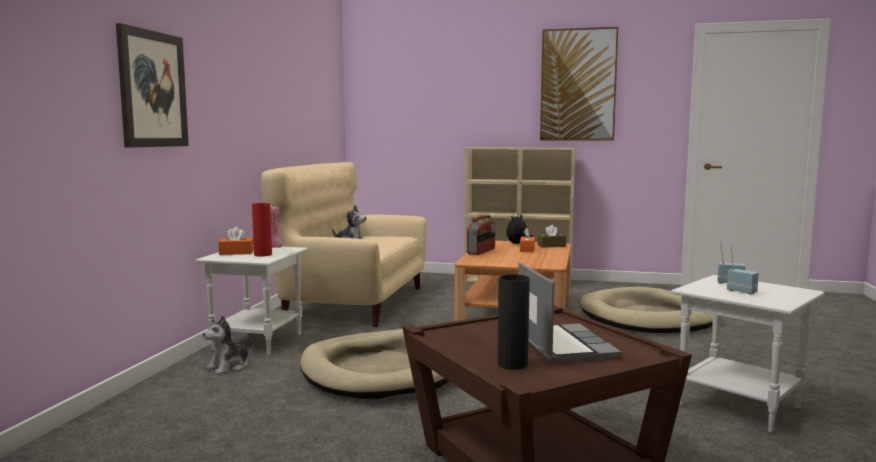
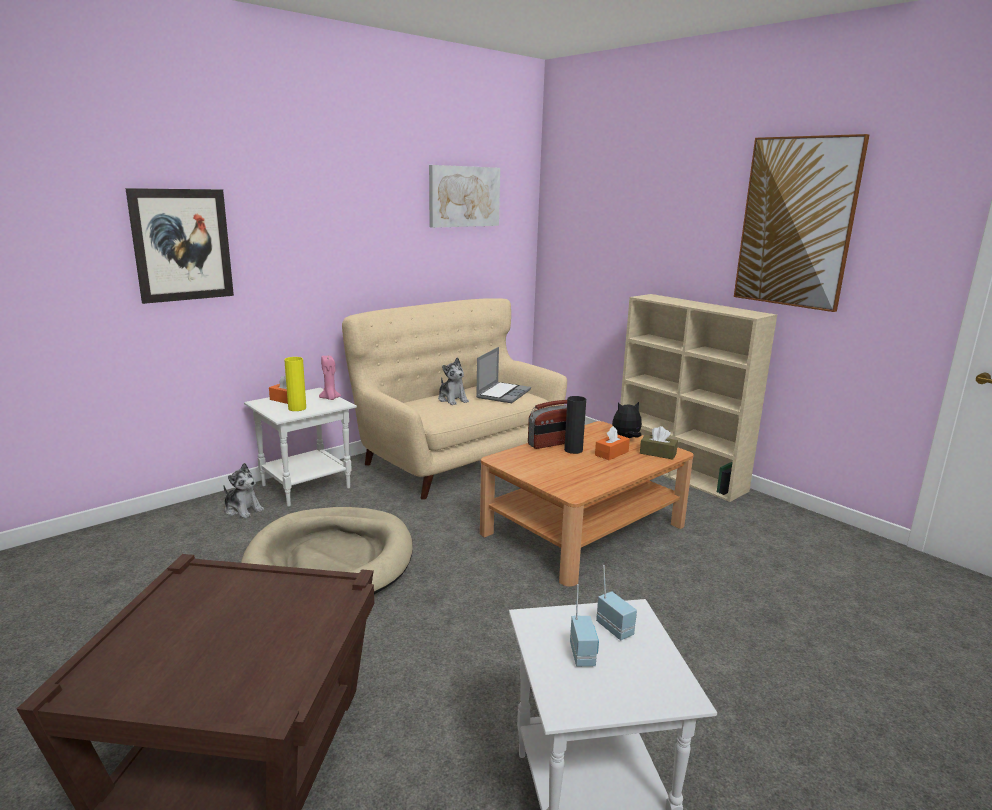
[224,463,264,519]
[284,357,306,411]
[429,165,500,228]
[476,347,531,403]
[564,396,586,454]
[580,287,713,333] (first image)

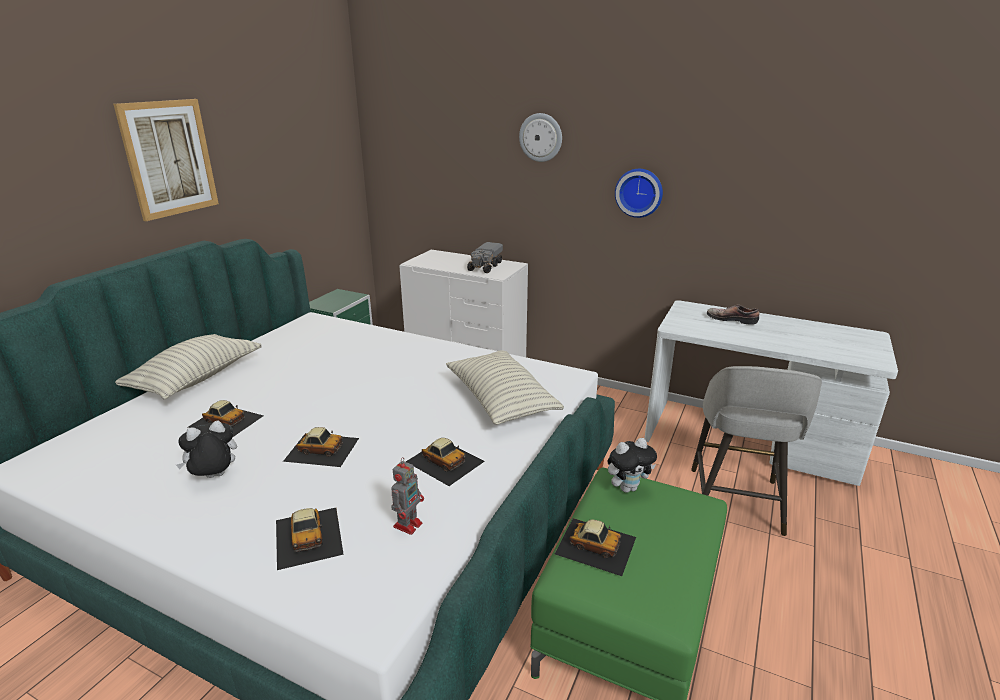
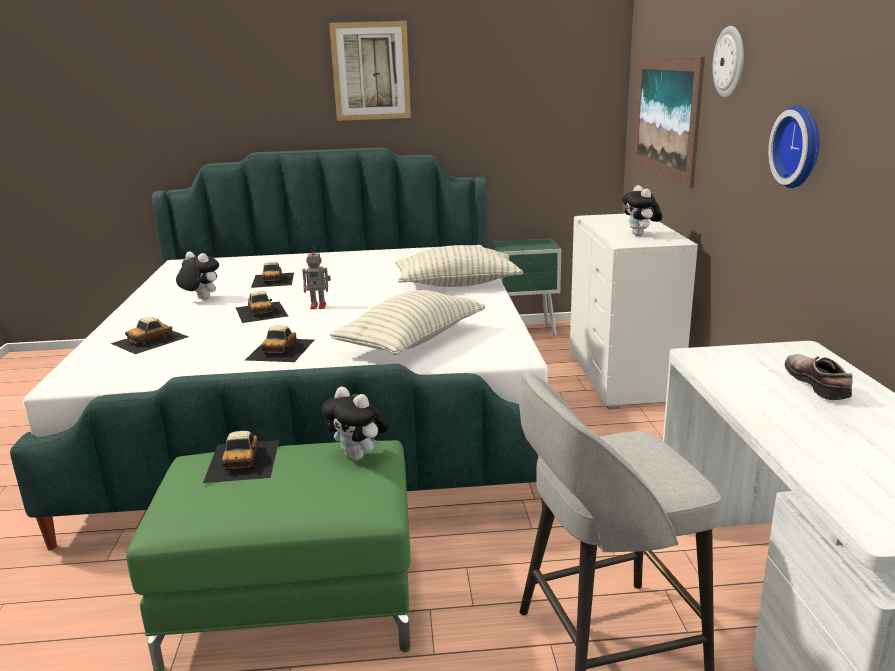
[302,247,331,309]
[395,245,523,287]
[622,185,662,236]
[633,57,705,188]

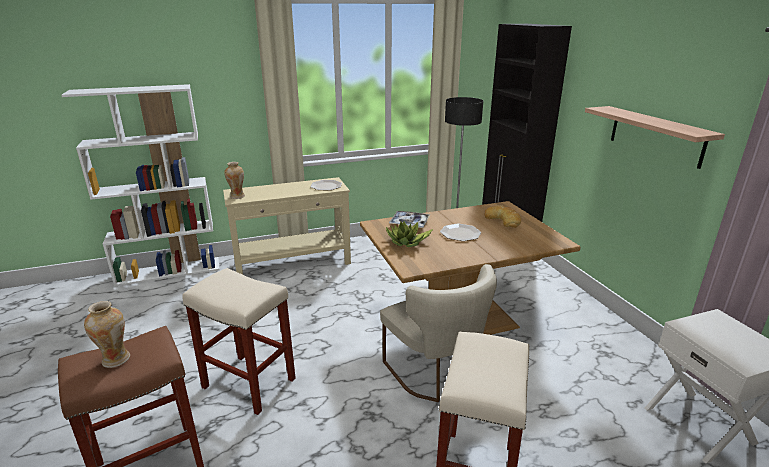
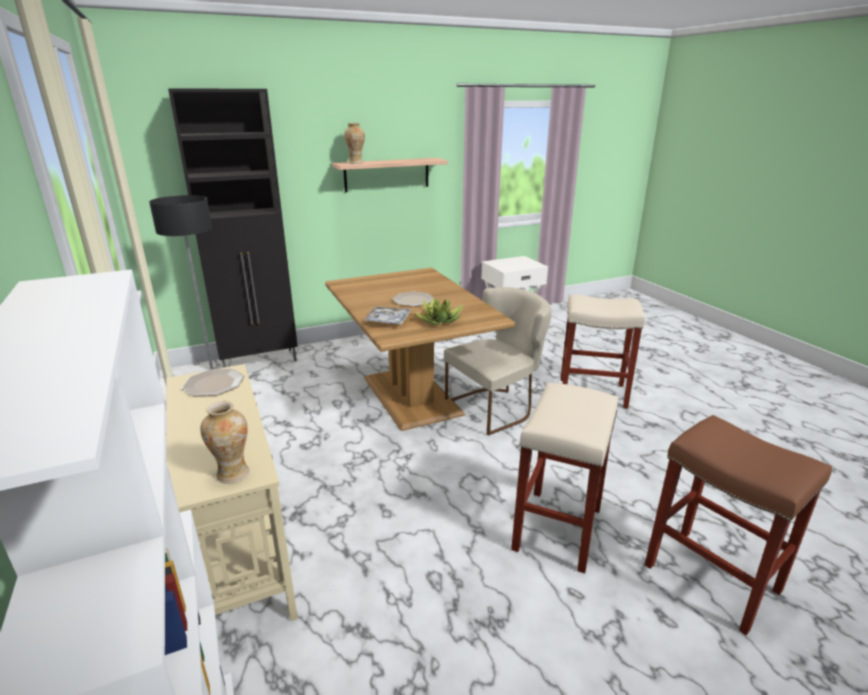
[344,123,365,164]
[484,205,521,228] (first image)

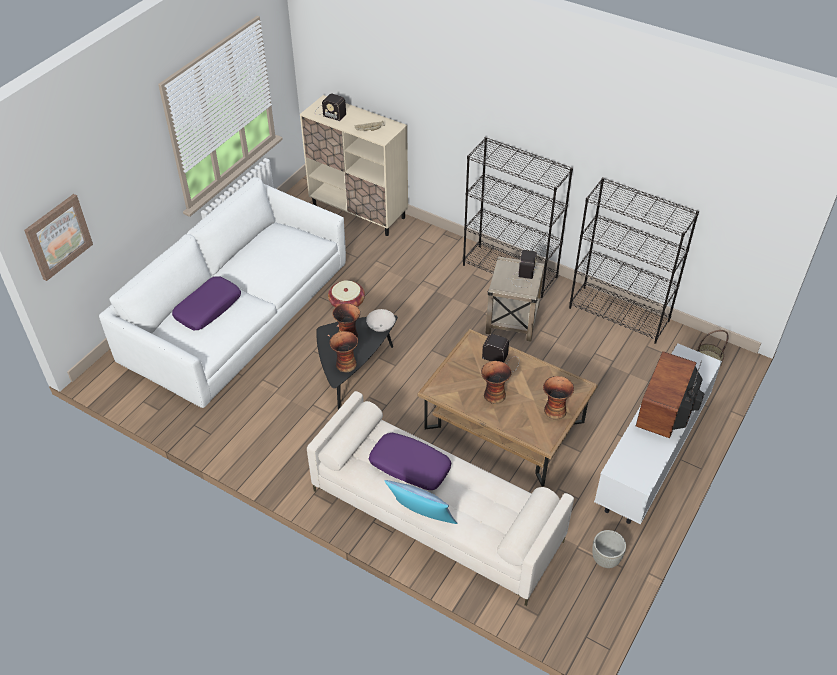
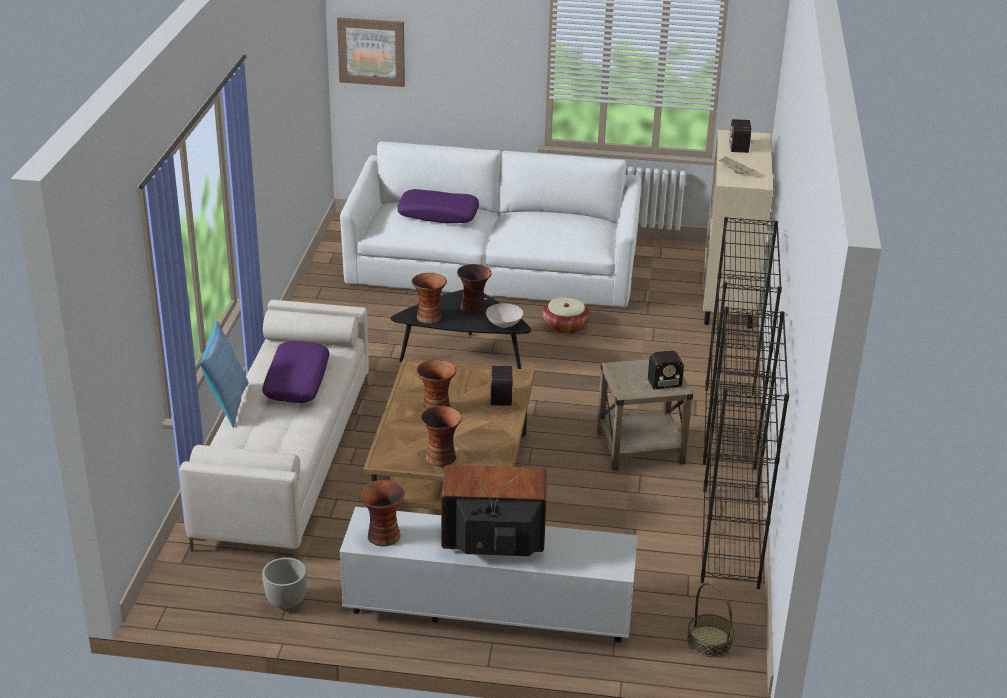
[360,480,405,547]

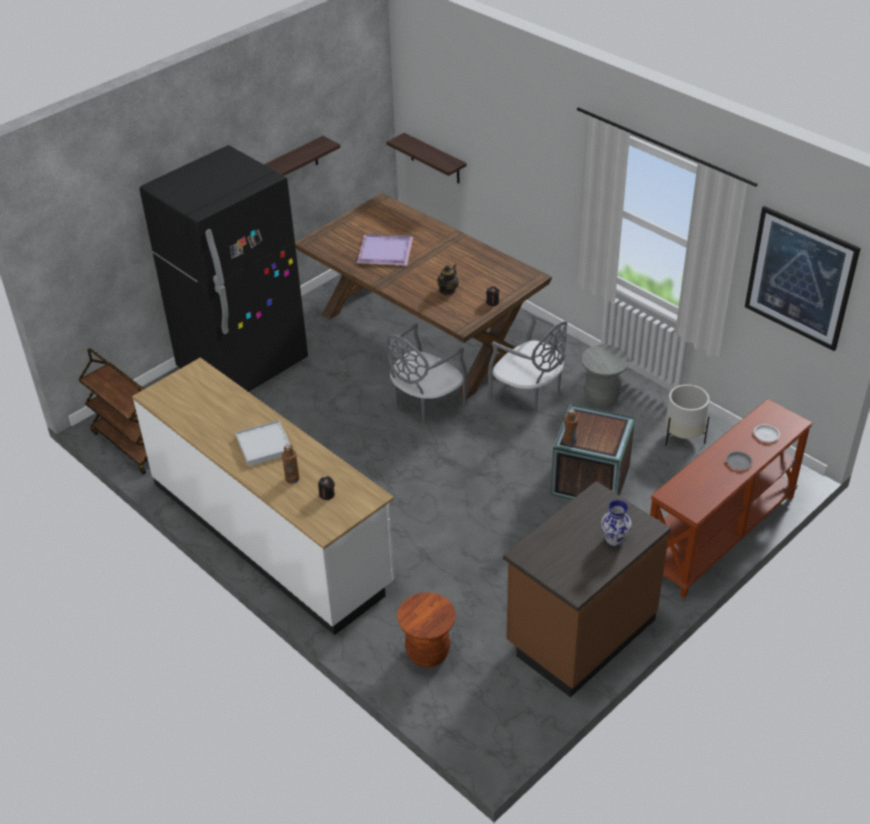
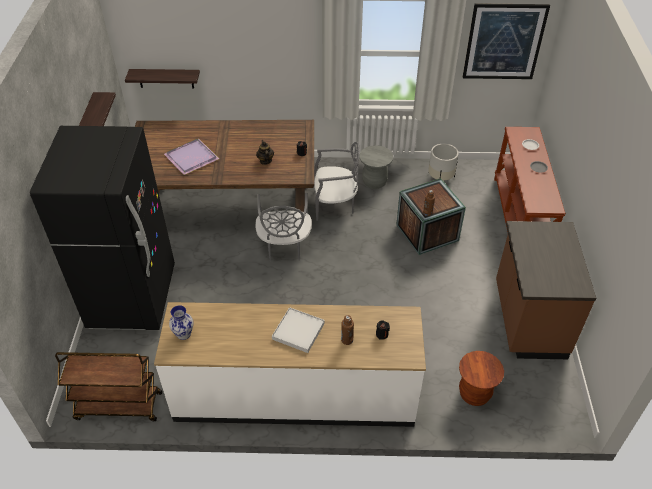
[169,305,193,340]

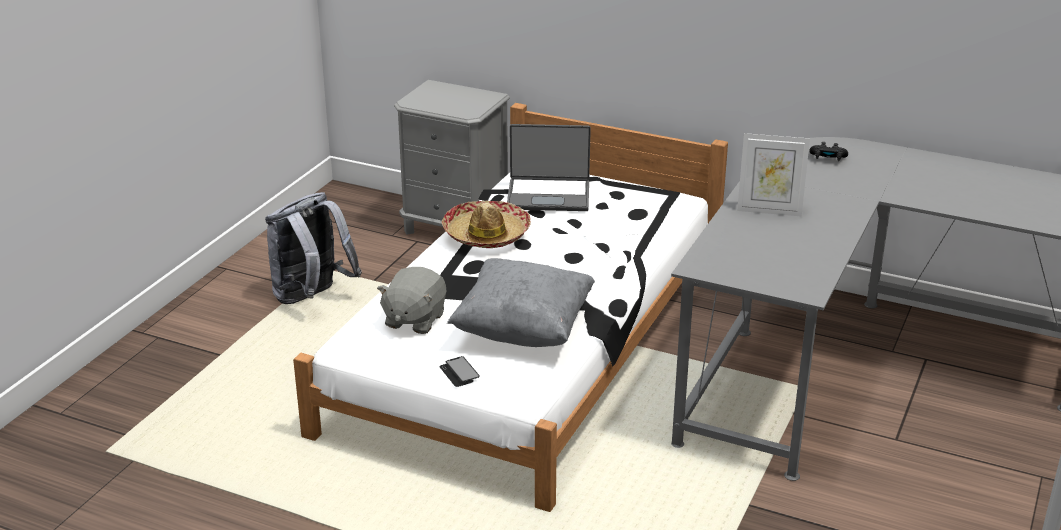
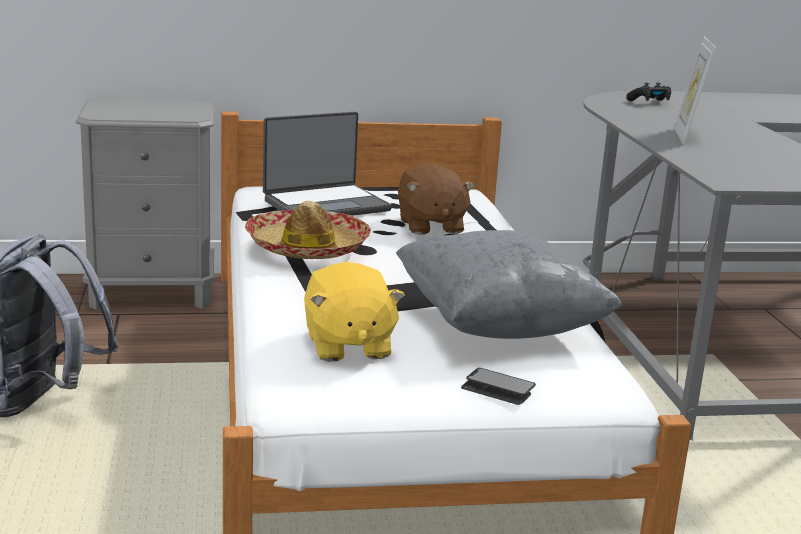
[304,262,405,362]
[398,163,475,235]
[674,36,716,145]

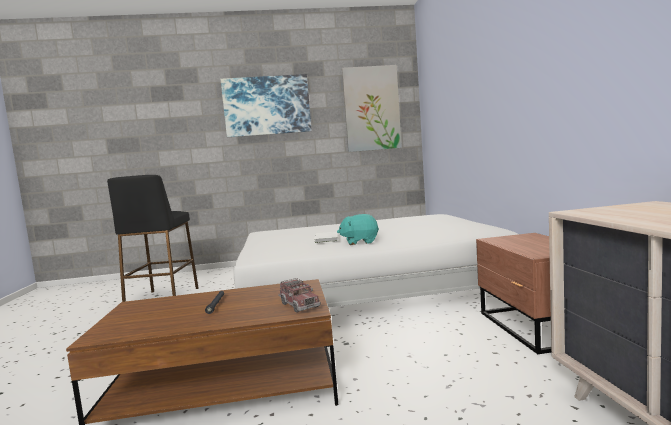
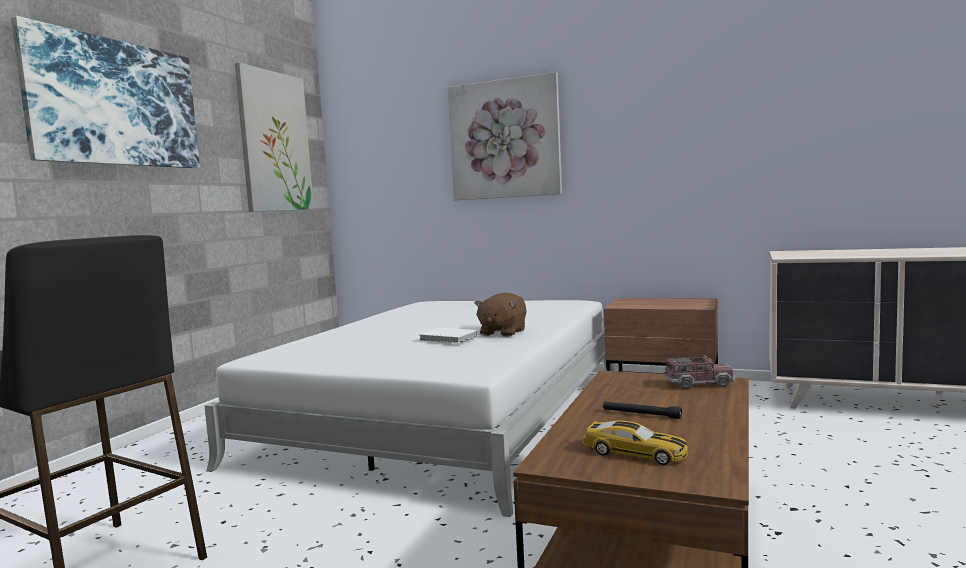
[447,72,562,200]
[475,292,527,337]
[583,420,688,465]

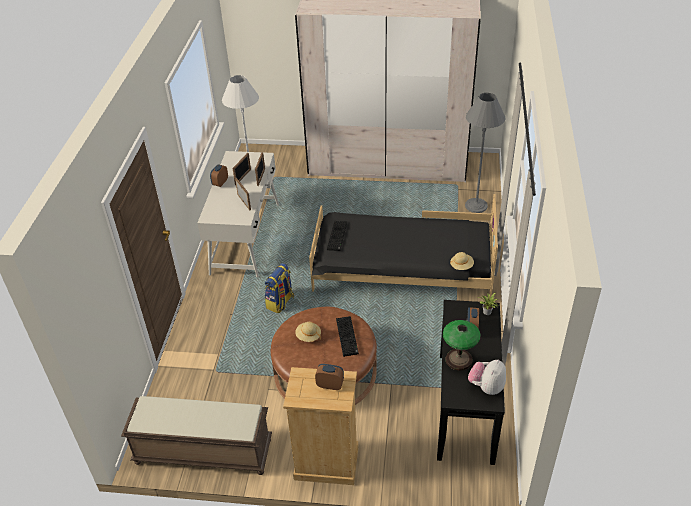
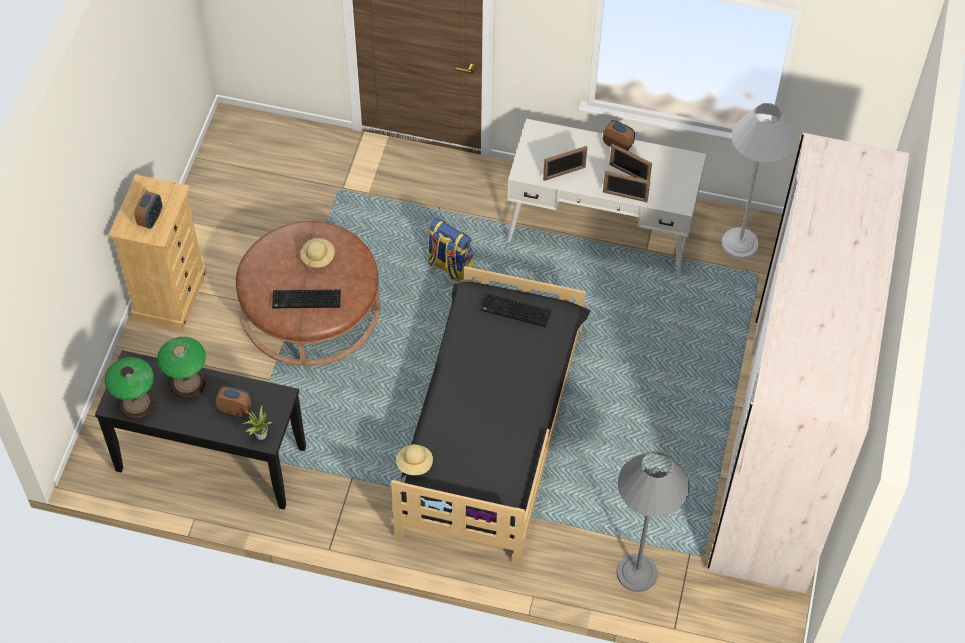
[105,357,155,420]
[121,396,272,475] (first image)

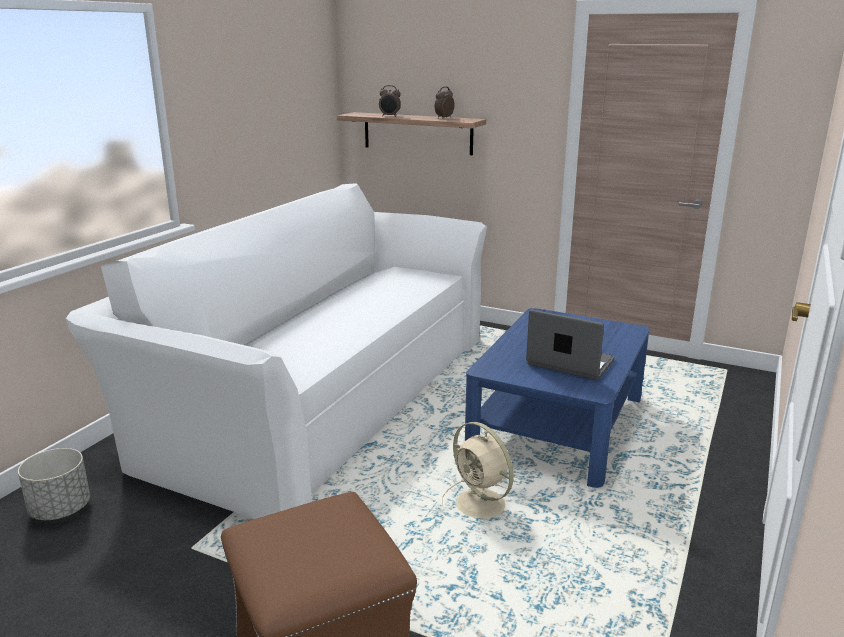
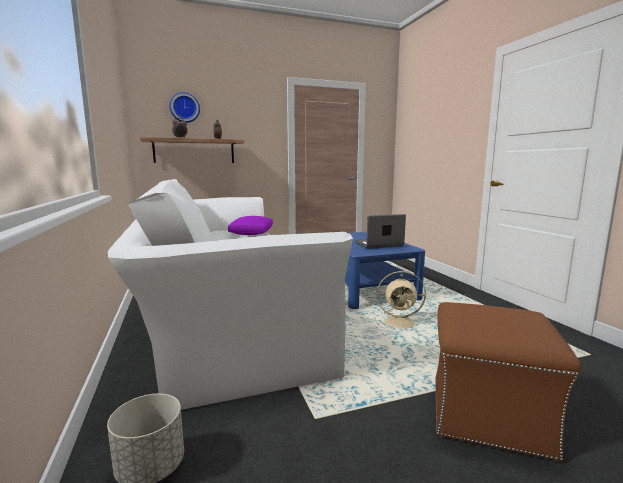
[169,92,200,123]
[228,216,273,235]

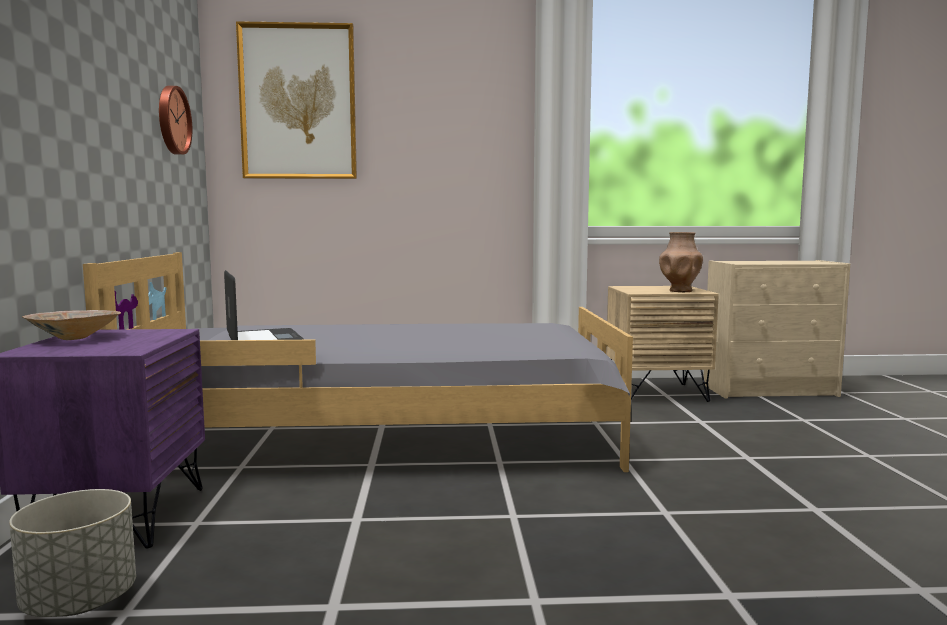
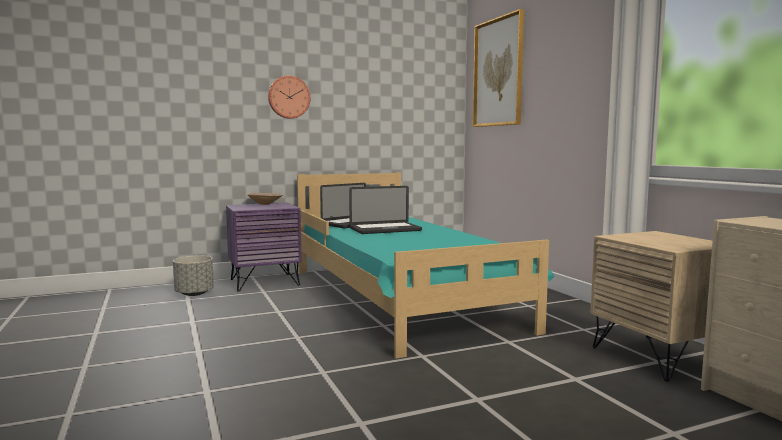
[268,76,310,119]
[297,172,554,359]
[349,186,422,234]
[659,232,703,292] (first image)

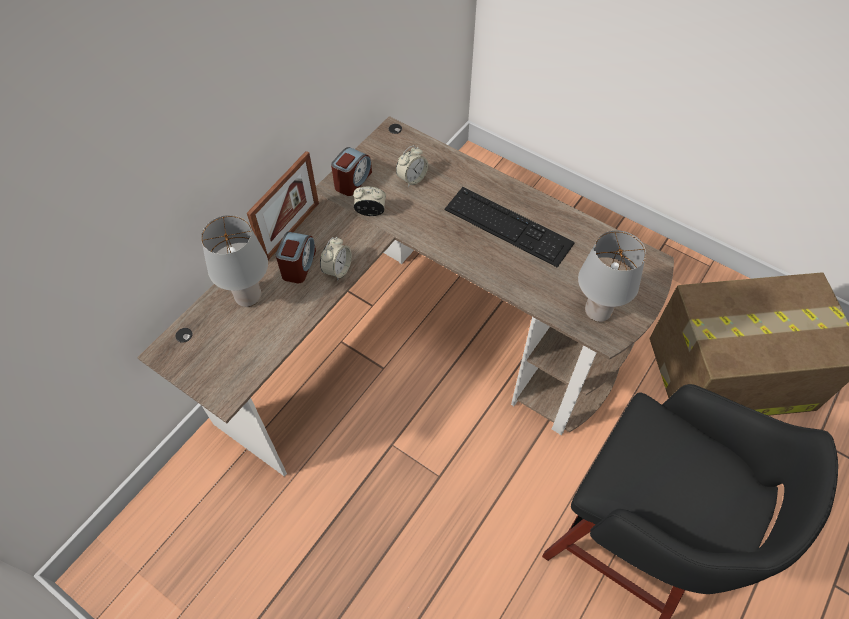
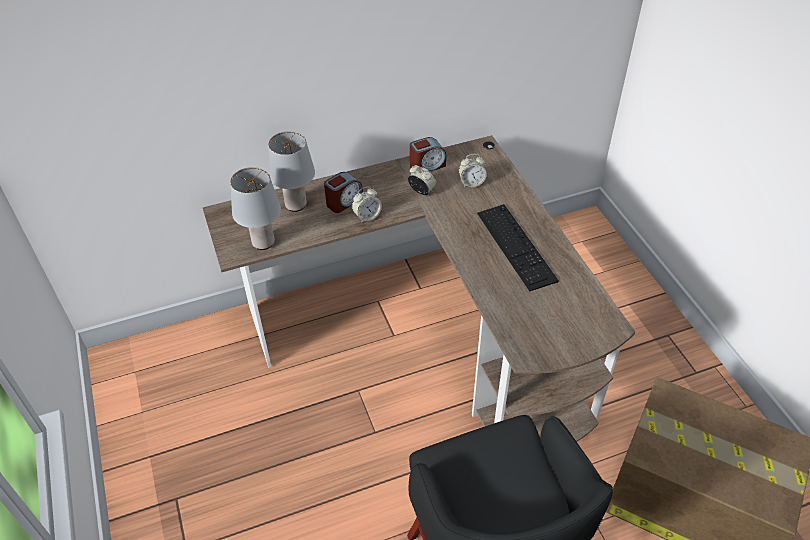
[230,167,281,250]
[247,151,319,260] (first image)

